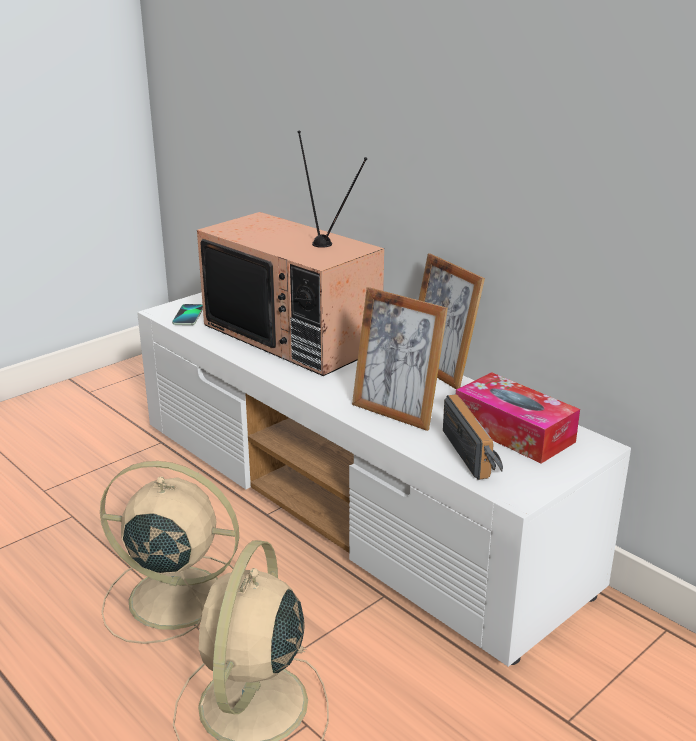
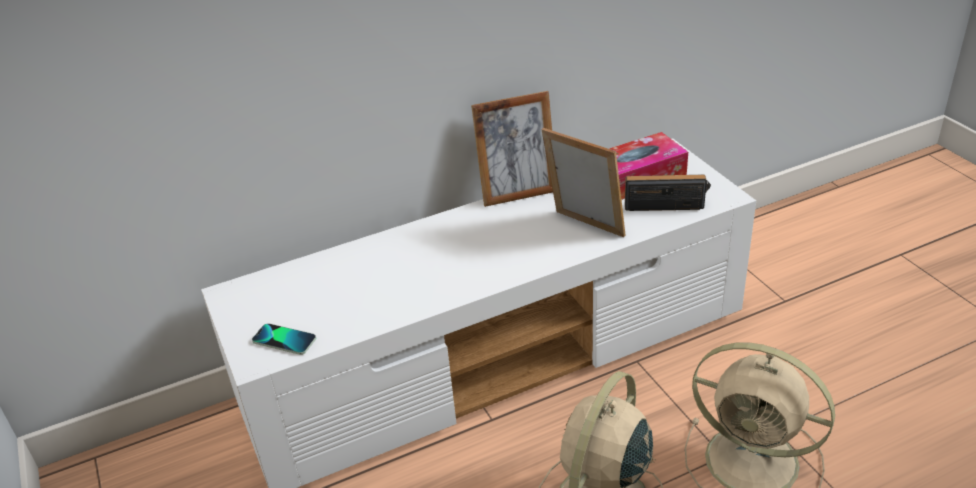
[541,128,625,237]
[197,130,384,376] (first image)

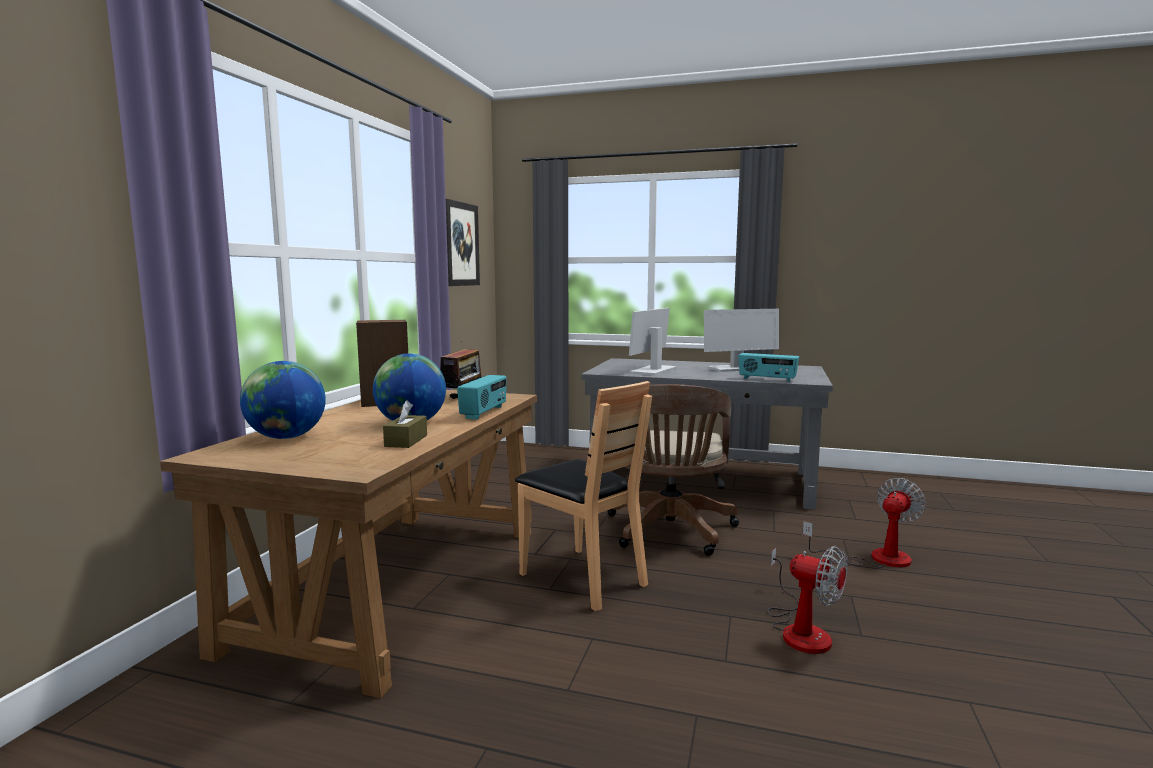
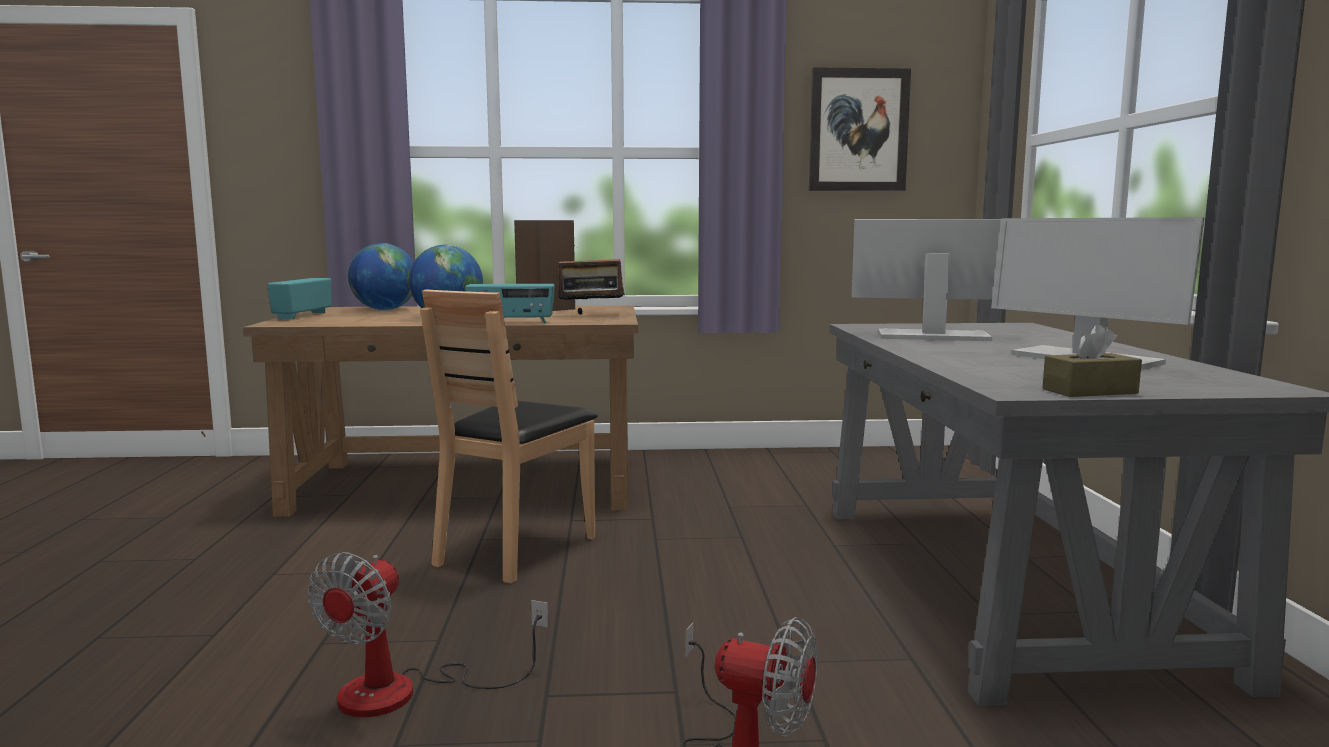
[267,278,332,319]
[1042,324,1142,397]
[607,384,739,556] (first image)

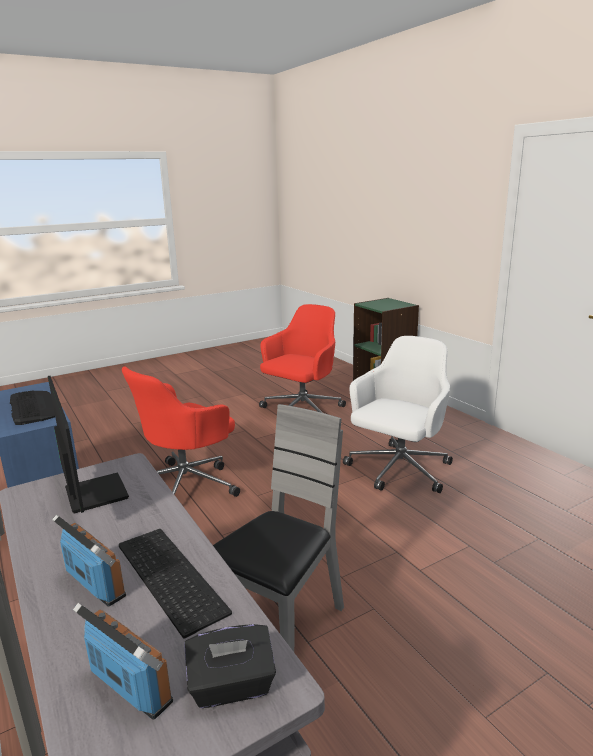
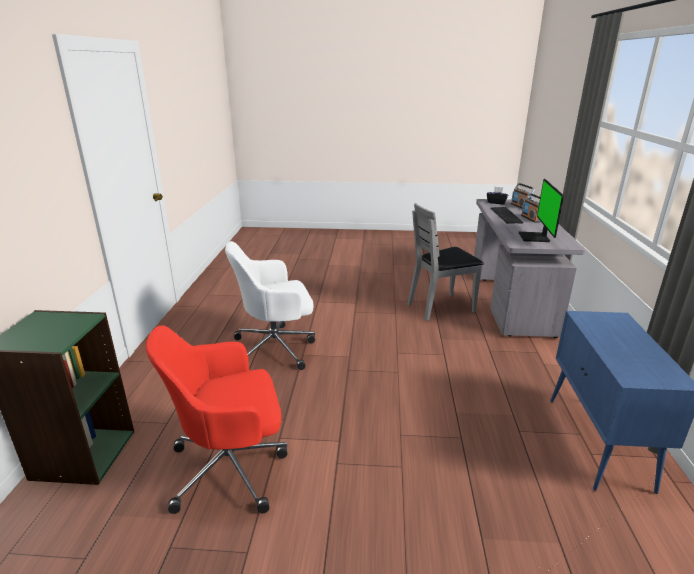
[10,390,55,425] (first image)
[122,367,240,497] (first image)

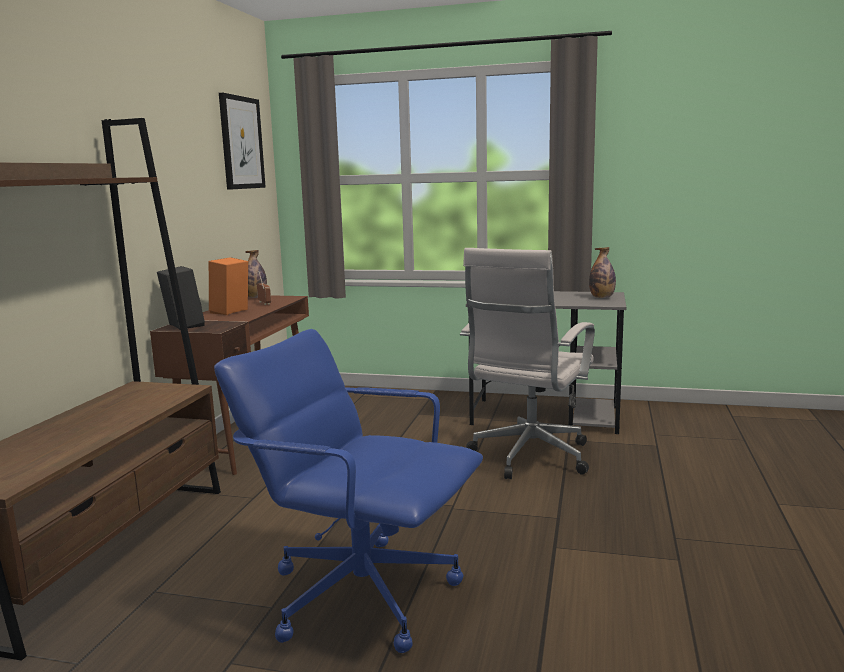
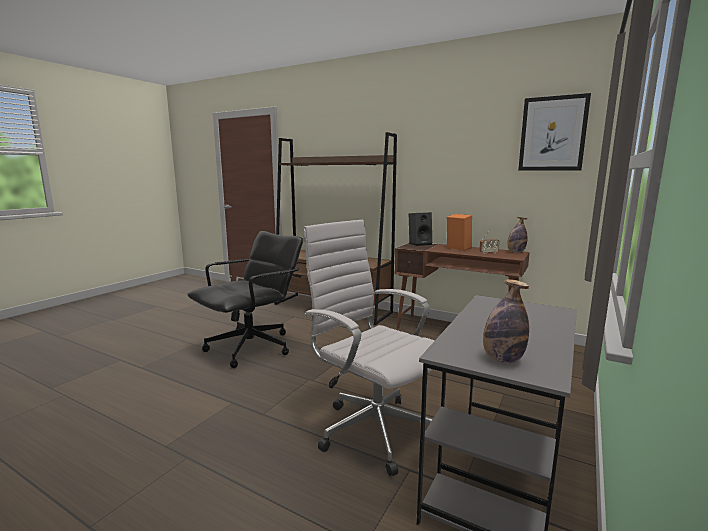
[187,231,303,368]

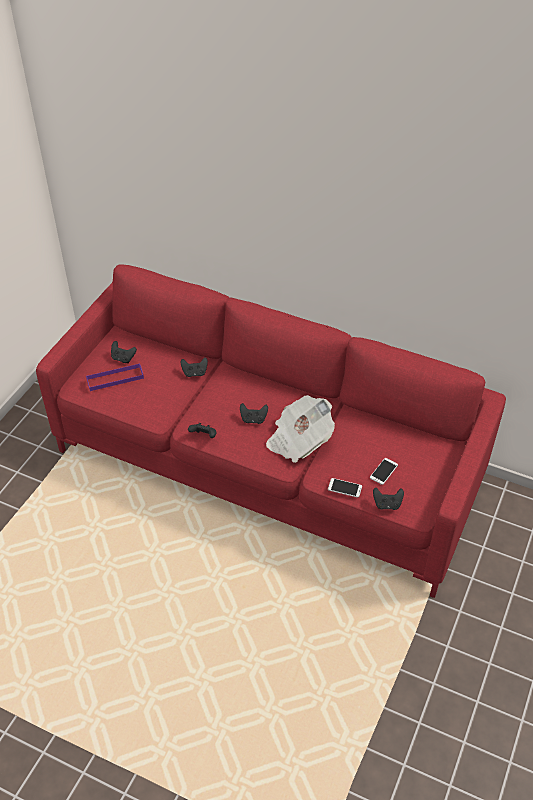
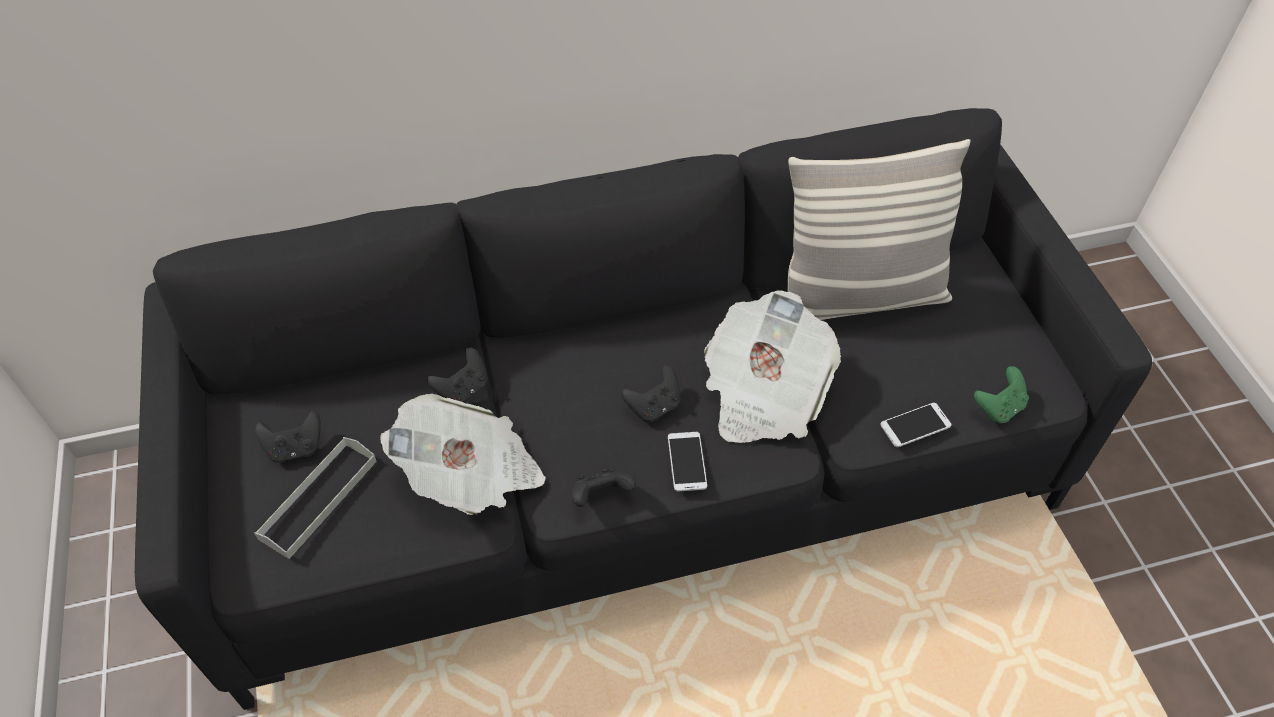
[135,108,1152,710]
[254,437,377,559]
[380,393,546,515]
[668,432,707,492]
[787,139,970,320]
[974,366,1029,423]

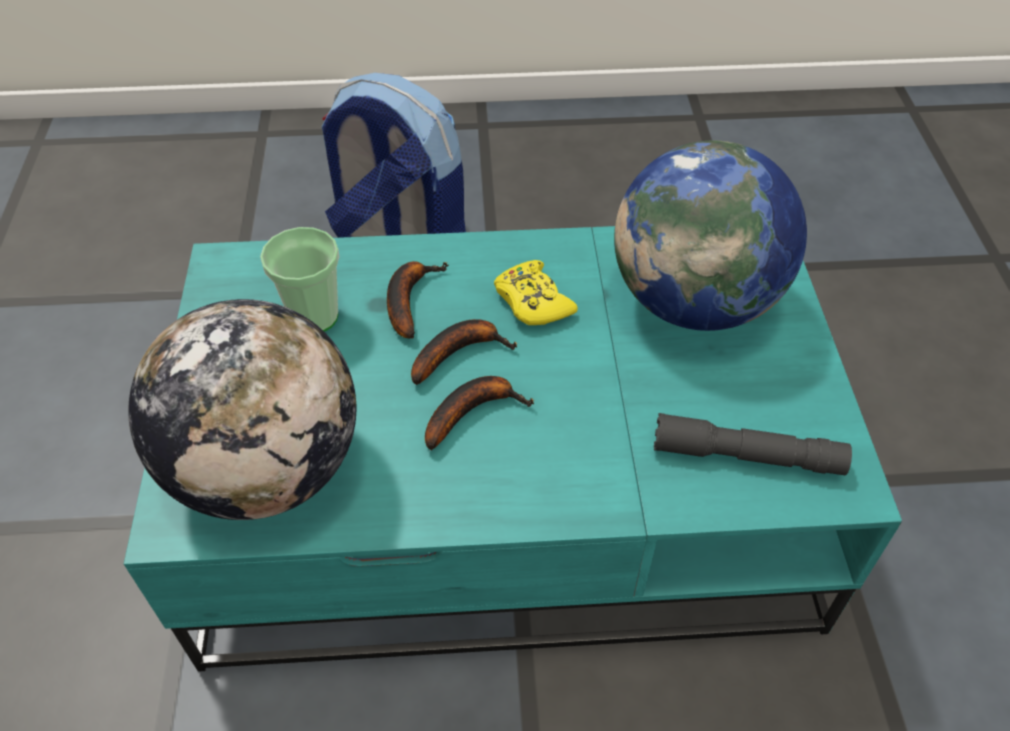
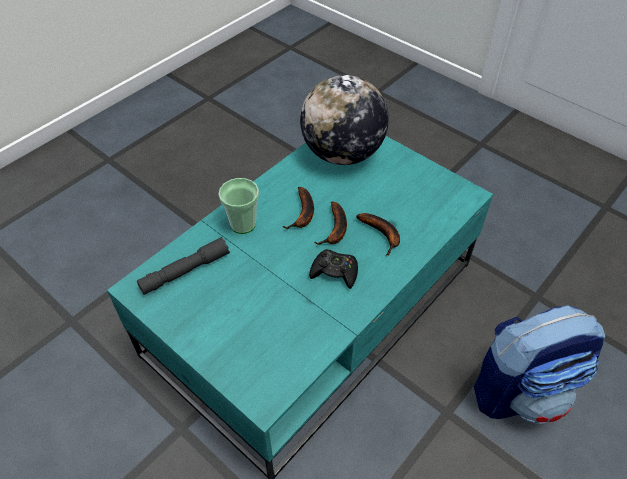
[219,178,259,234]
[309,249,358,289]
[614,141,807,331] (first image)

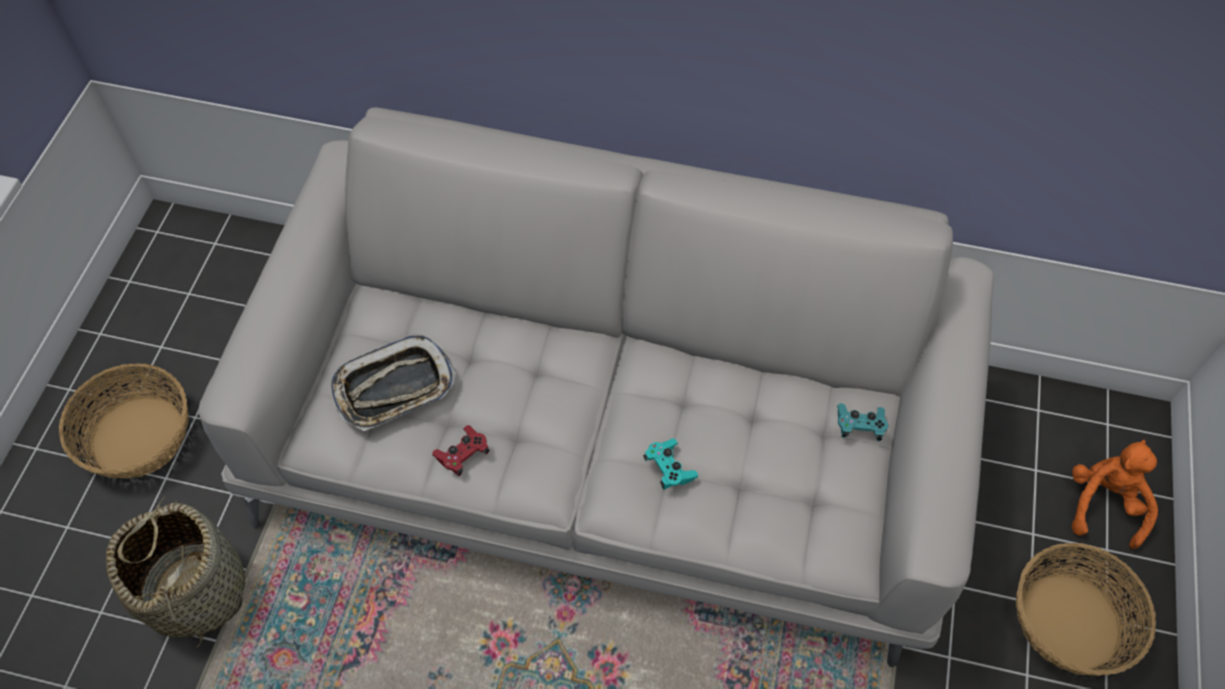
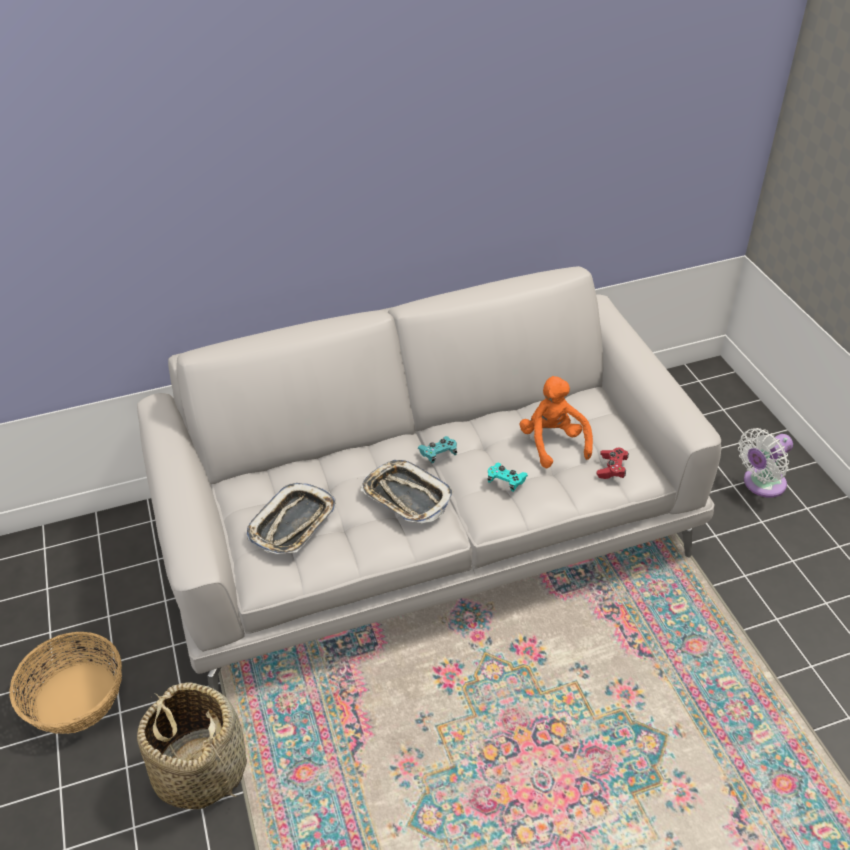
[361,460,454,524]
[418,436,457,463]
[519,376,593,468]
[596,447,629,479]
[738,428,793,497]

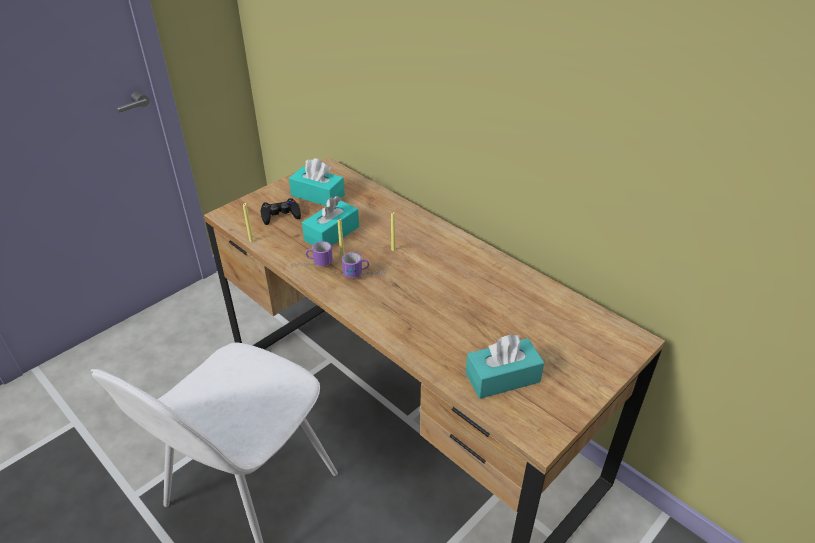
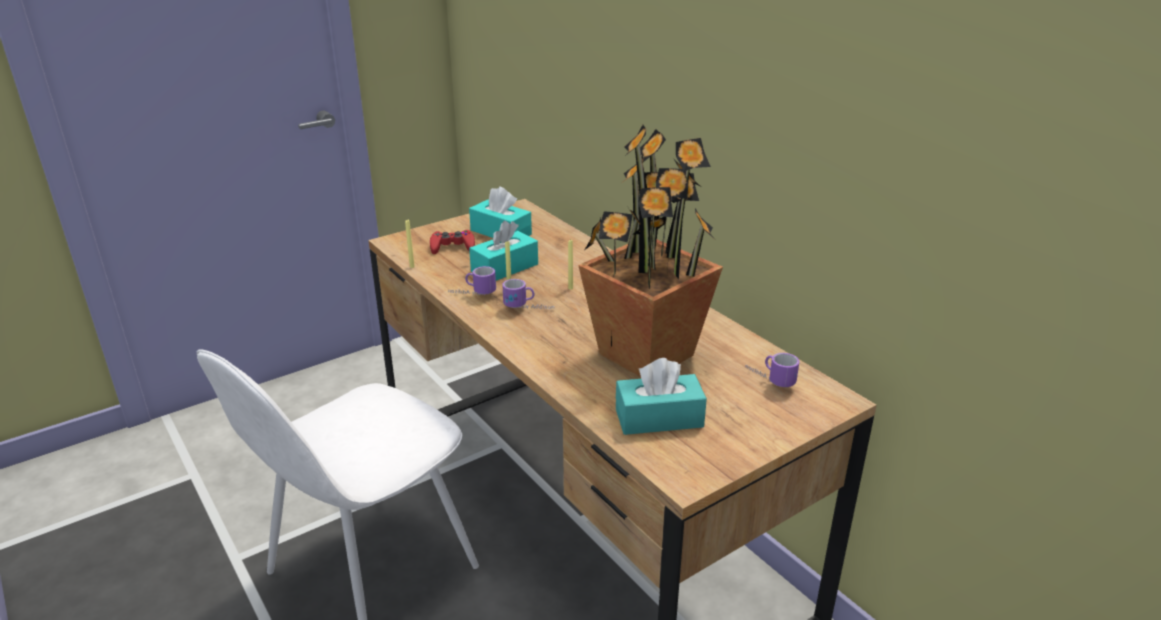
[430,230,475,254]
[578,125,723,377]
[745,353,799,387]

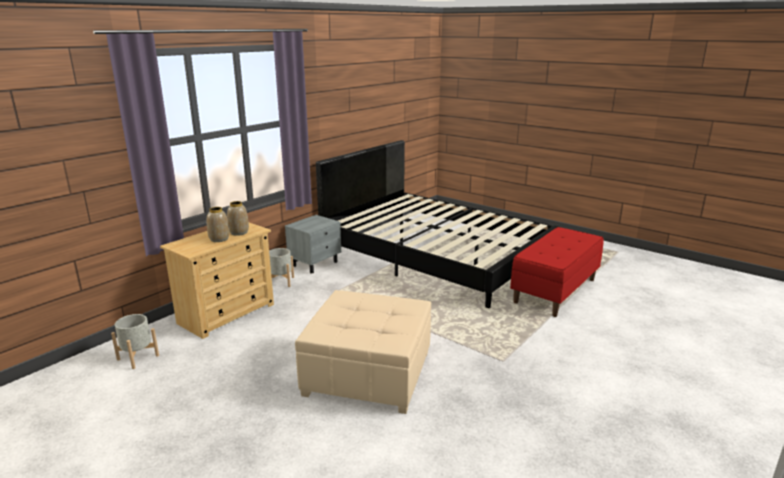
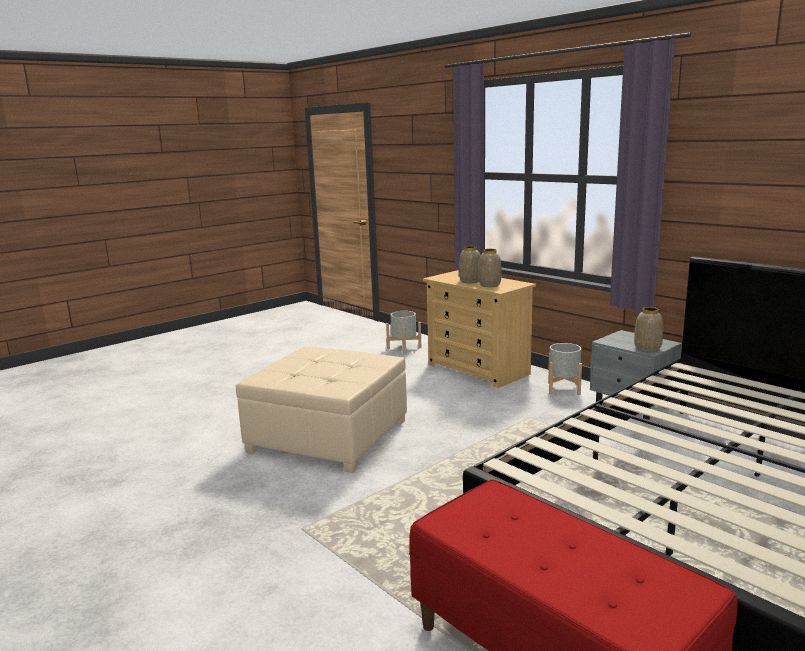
[634,307,663,352]

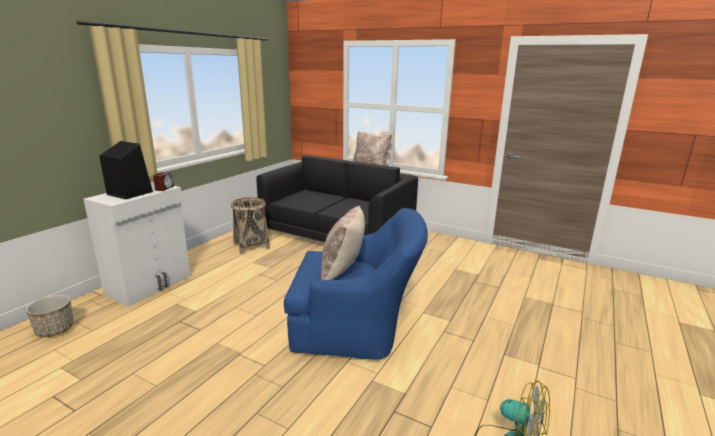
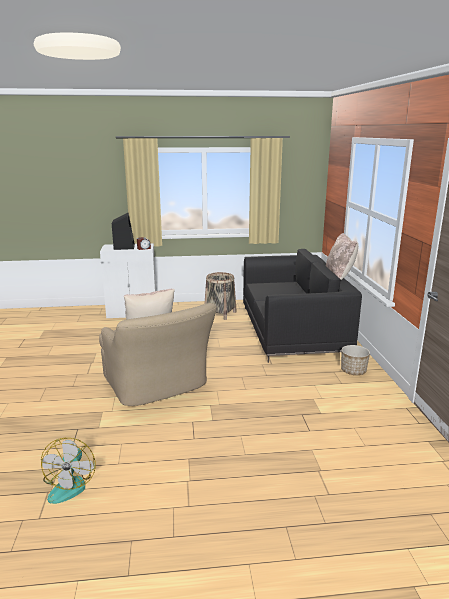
[99,303,217,406]
[341,345,370,375]

